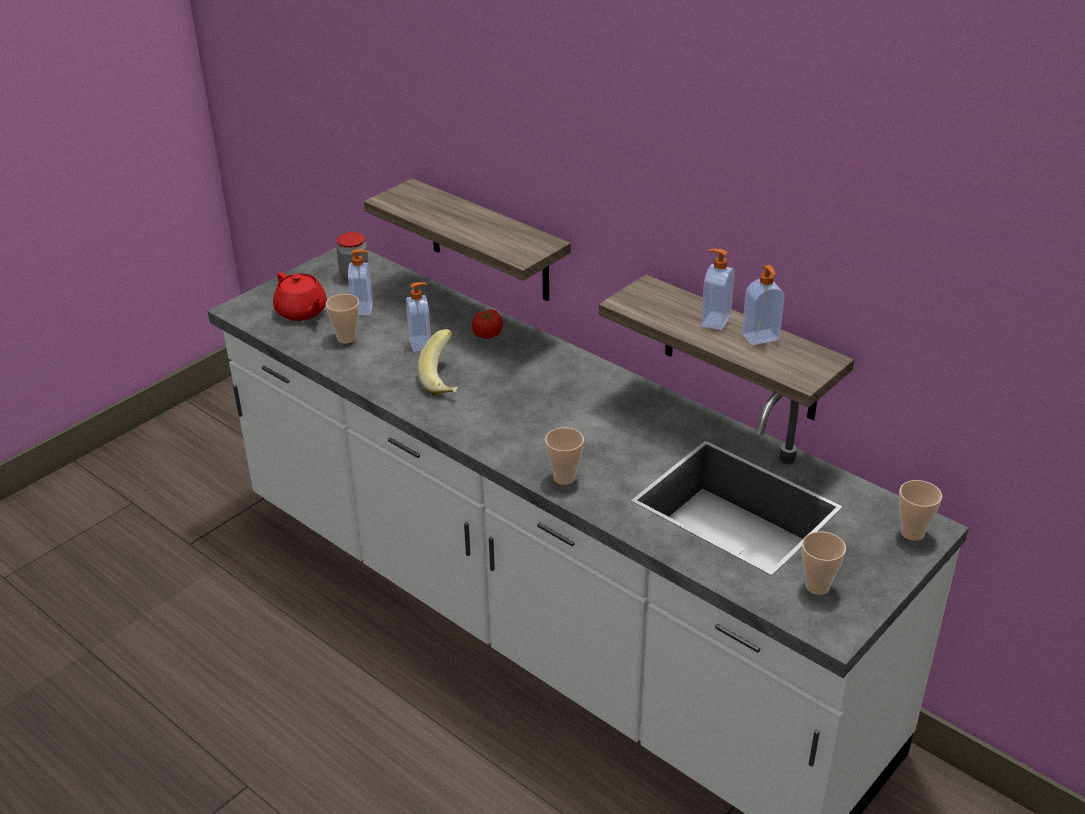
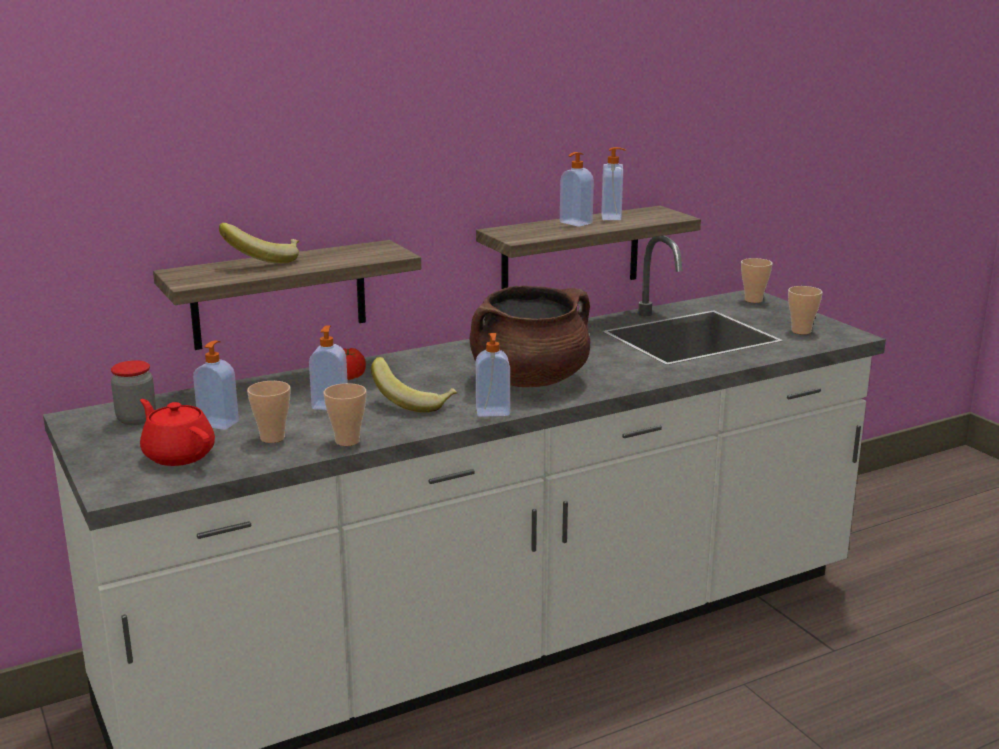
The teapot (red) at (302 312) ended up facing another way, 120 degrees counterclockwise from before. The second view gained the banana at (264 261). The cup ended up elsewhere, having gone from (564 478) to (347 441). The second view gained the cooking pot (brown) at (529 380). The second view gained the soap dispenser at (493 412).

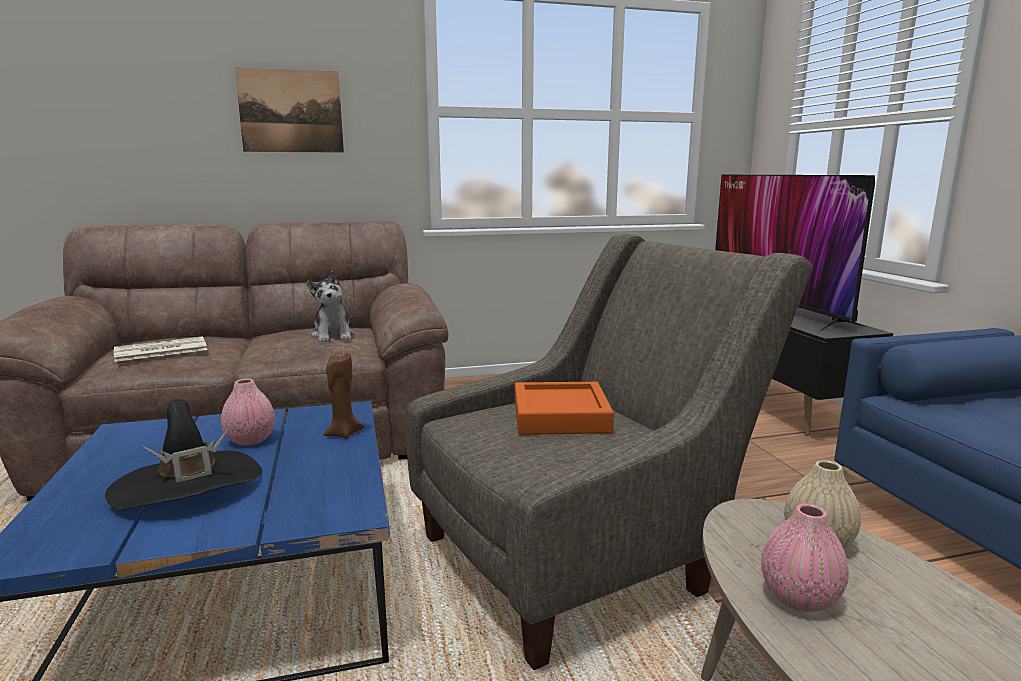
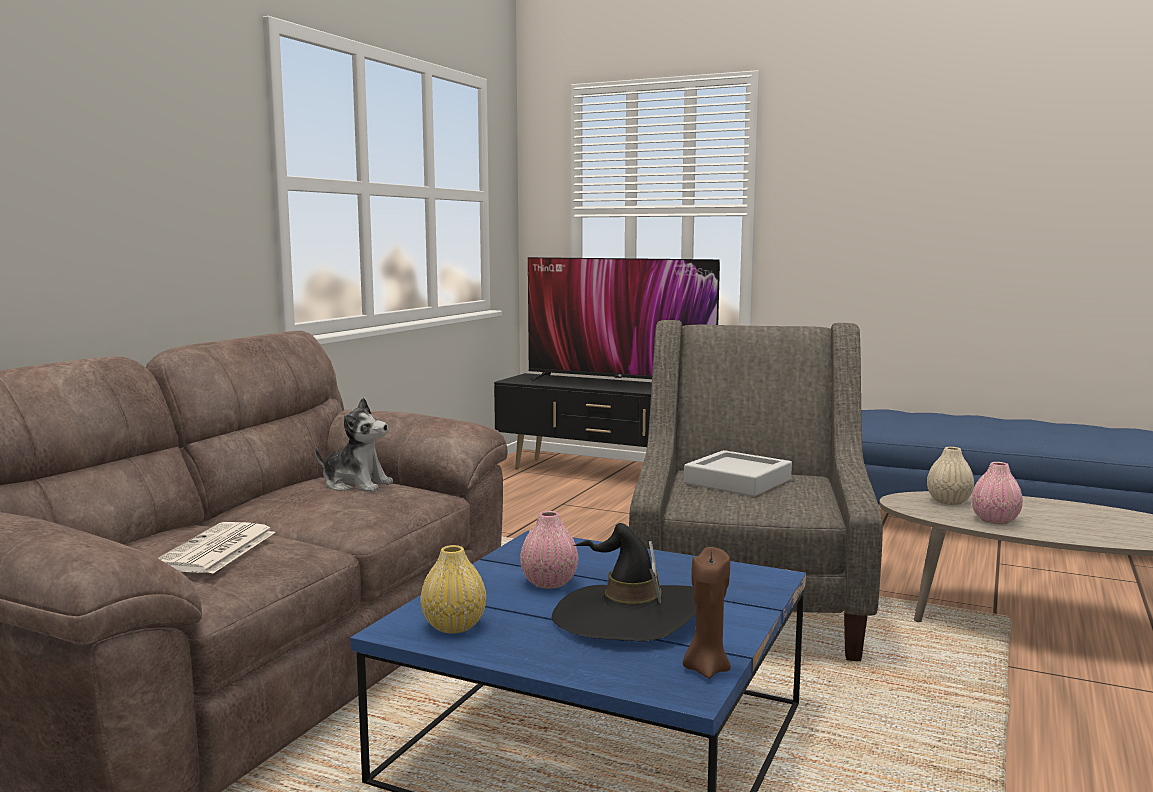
The second view gained the vase (yellow) at (454 626). The candle (brown) ended up elsewhere, having gone from (343 433) to (706 669). What was the tray (orange) at (560 416) turned into the tray (grey) at (737 481). The second view lost the picture at (291 111).

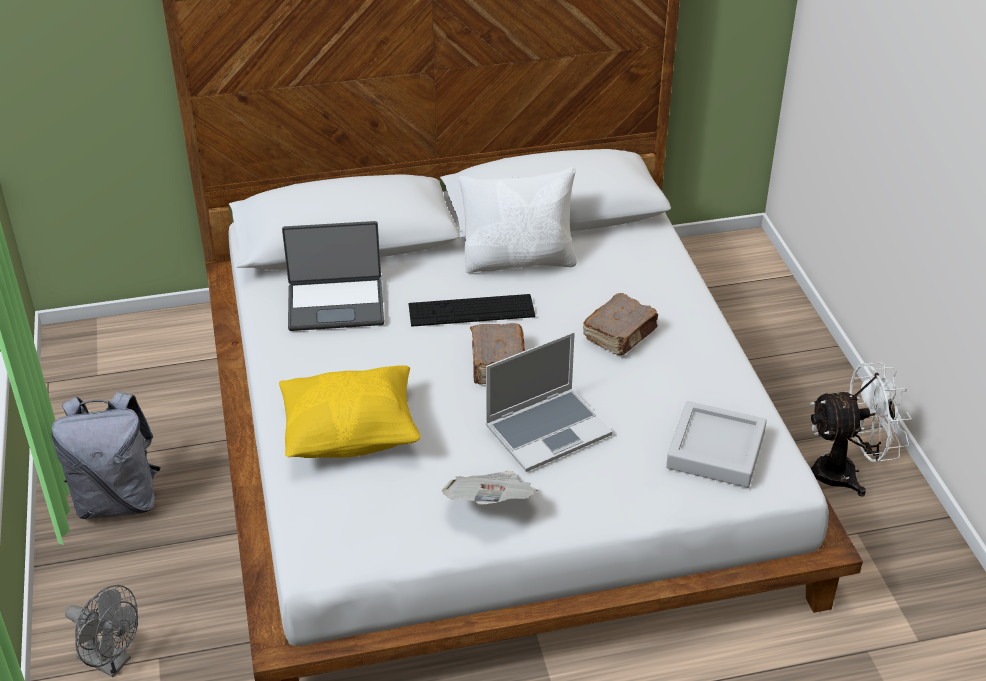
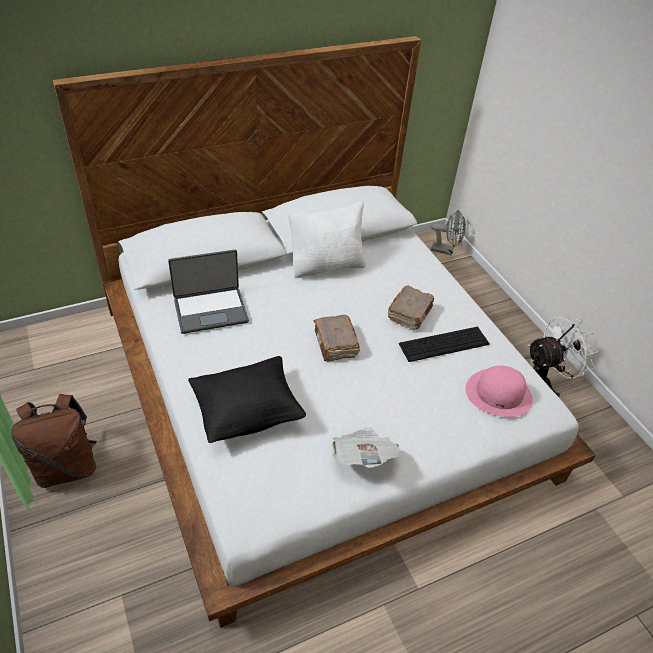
What was the backpack (grey) at (118 500) turned into the backpack (brown) at (67 466). What was the pillow (yellow) at (352 435) turned into the pillow (black) at (247 413). The keyboard ended up elsewhere, having gone from (471 310) to (444 344). The fan (grey) ended up elsewhere, having gone from (111 661) to (445 250). Where the tray (grey) stood at (715 450), the hat (pink) came to stand at (499 393). The second view lost the laptop at (548 430).

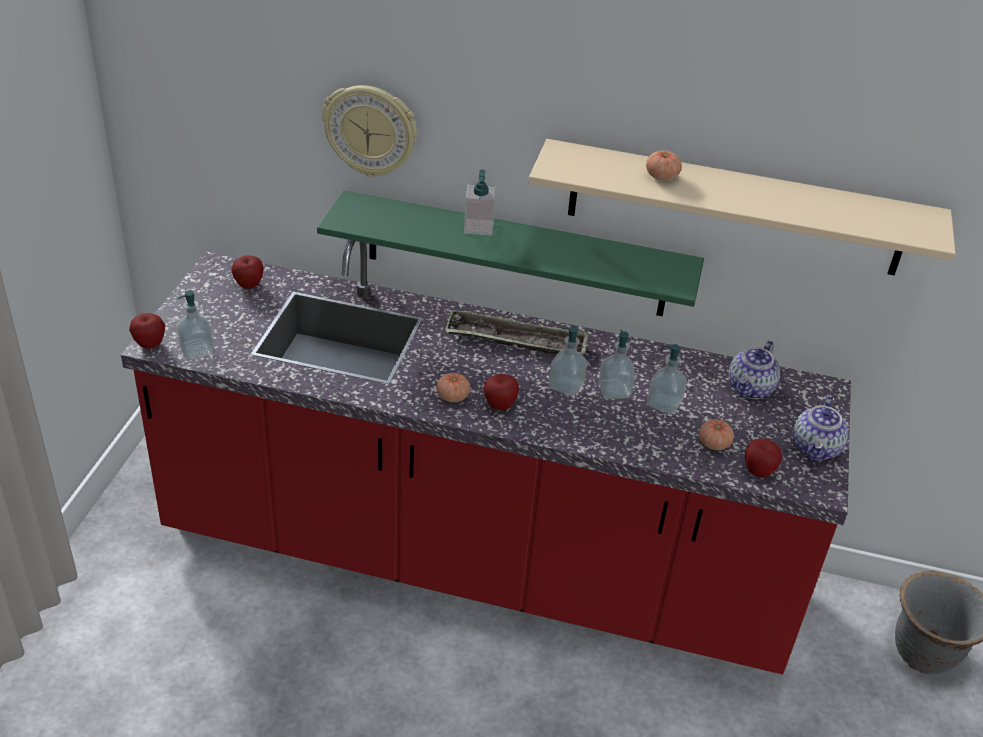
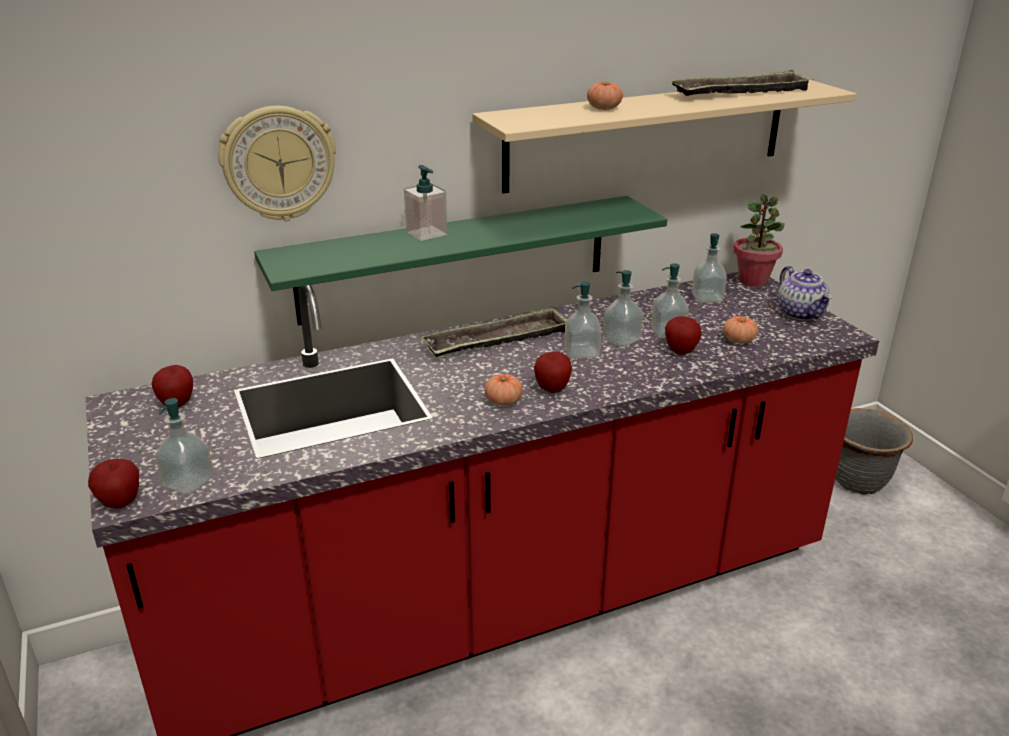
The apple ended up elsewhere, having gone from (758 472) to (680 351). The second view gained the tray at (740 93). Where the teapot stood at (751 388), the soap dispenser came to stand at (707 298). The second view gained the potted plant at (753 280).

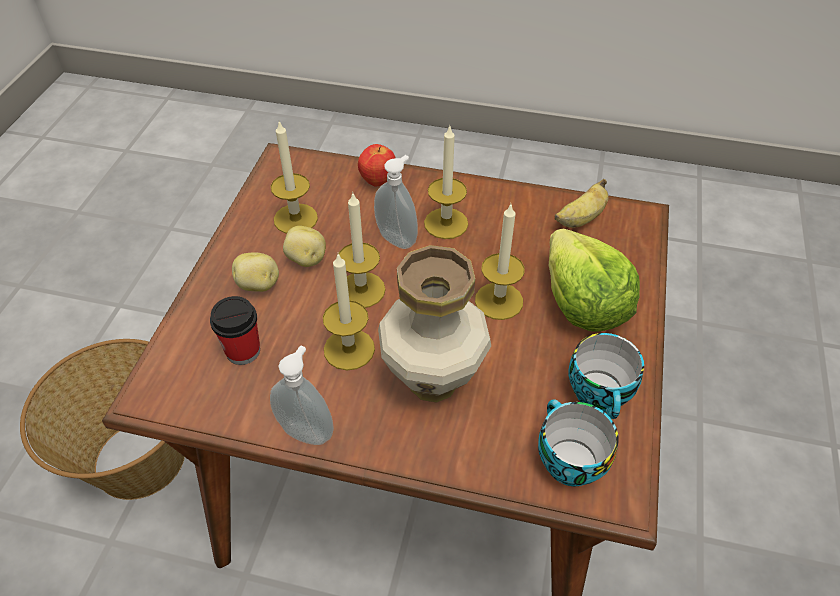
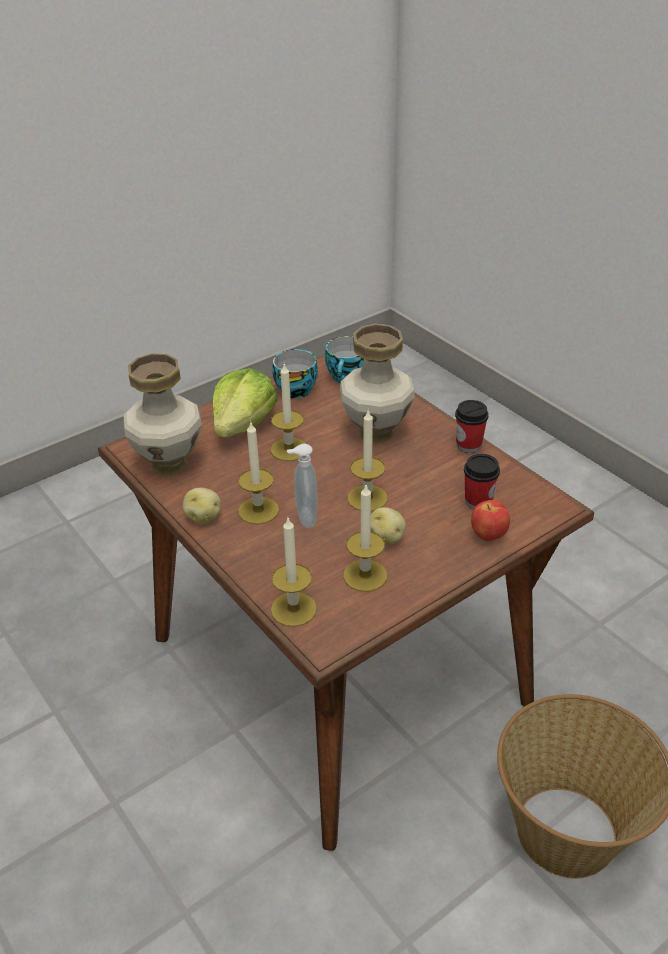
Where the banana stood at (580 219), the vase came to stand at (168 465). The potato ended up elsewhere, having gone from (258 285) to (203 517). The candle ended up elsewhere, having gone from (349 349) to (293 609). Where the soap dispenser stood at (307 431), the cup came to stand at (468 445). The apple ended up elsewhere, having gone from (377 181) to (488 536).

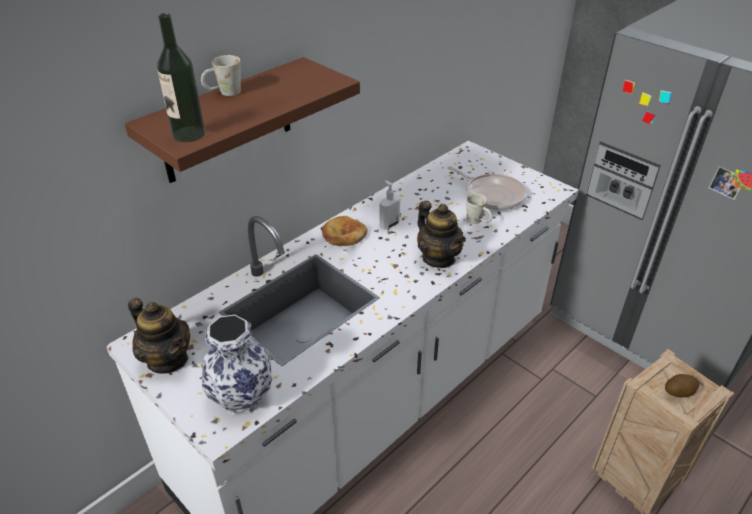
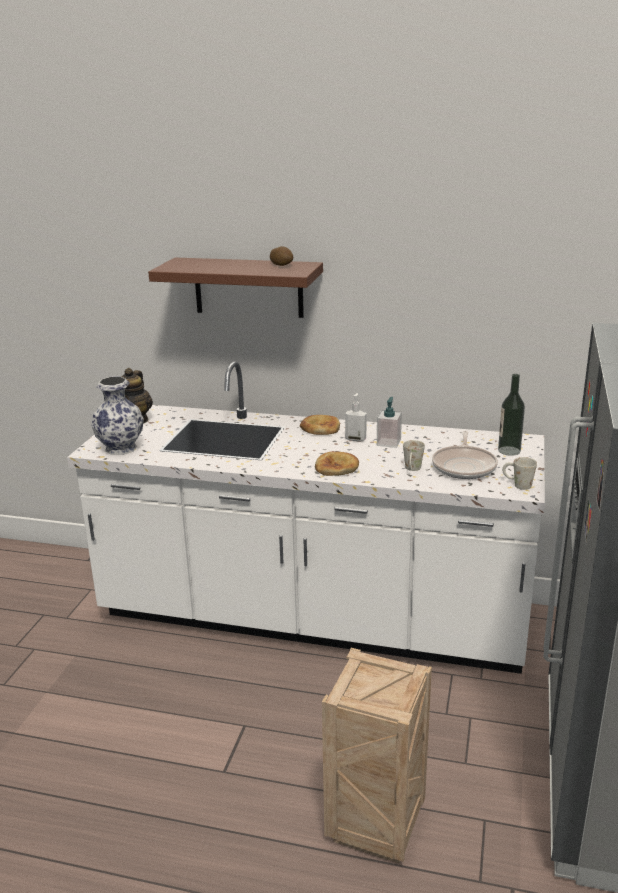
The potato ended up elsewhere, having gone from (679 391) to (282 265). Where the teapot stood at (438 258), the bread came to stand at (337 467). The second view gained the soap dispenser at (388 442). The bottle ended up elsewhere, having gone from (188 134) to (509 451). The mug (white) ended up elsewhere, having gone from (224 93) to (517 484).

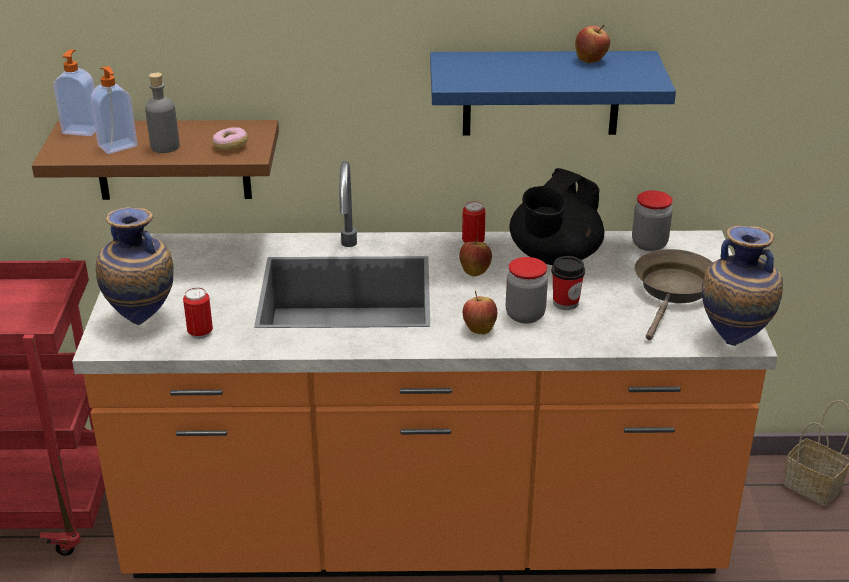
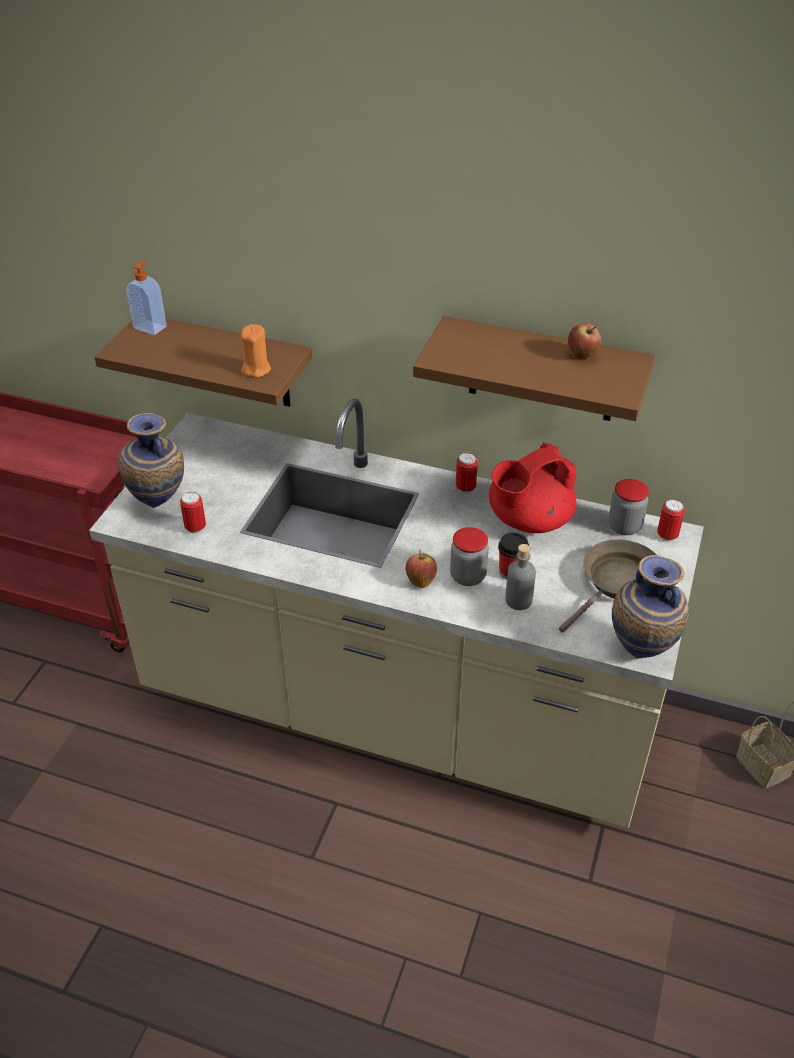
What was the counter (orange) at (424 532) turned into the counter (beige) at (397 710). Where the donut stood at (230 146), the candle (orange) came to stand at (256 369). What was the shelf (blue) at (541 93) turned into the shelf (brown) at (542 370). What was the teapot (black) at (553 257) turned into the teapot (red) at (528 520). The bottle (grey) ended up elsewhere, having gone from (165 147) to (518 600). The second view gained the can at (667 535). The second view lost the soap dispenser at (118 147). The second view lost the apple at (475 271).

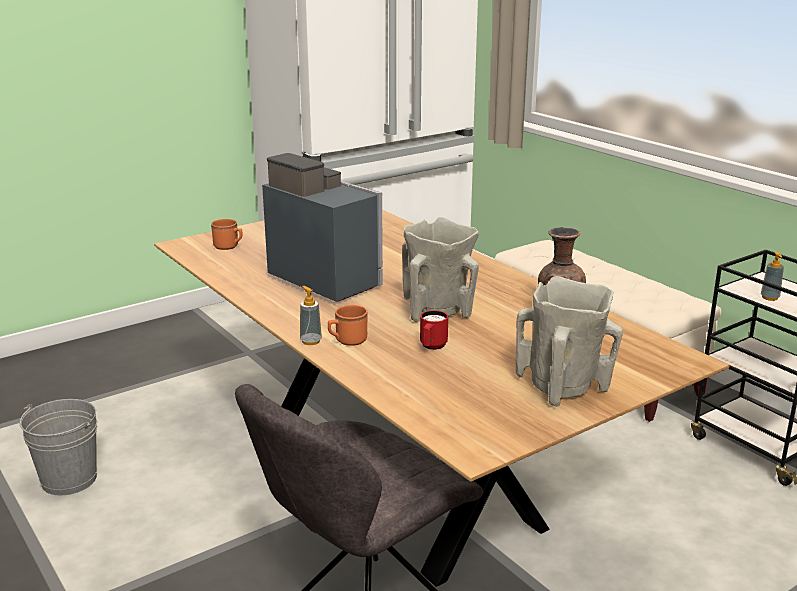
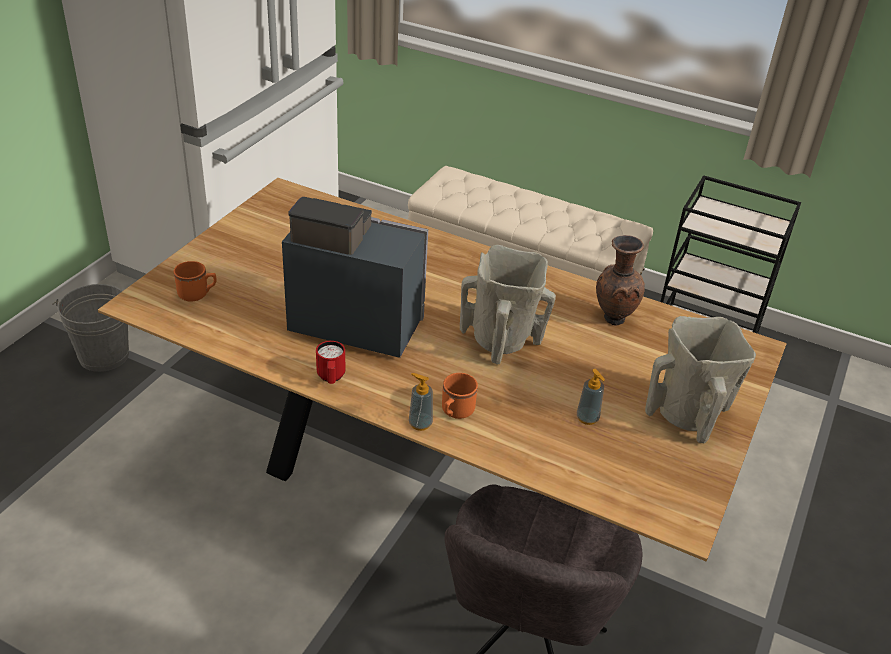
The bucket (grey) ended up elsewhere, having gone from (69 479) to (103 356). The mug (red) ended up elsewhere, having gone from (432 347) to (331 378). The soap dispenser ended up elsewhere, having gone from (769 297) to (587 418).

